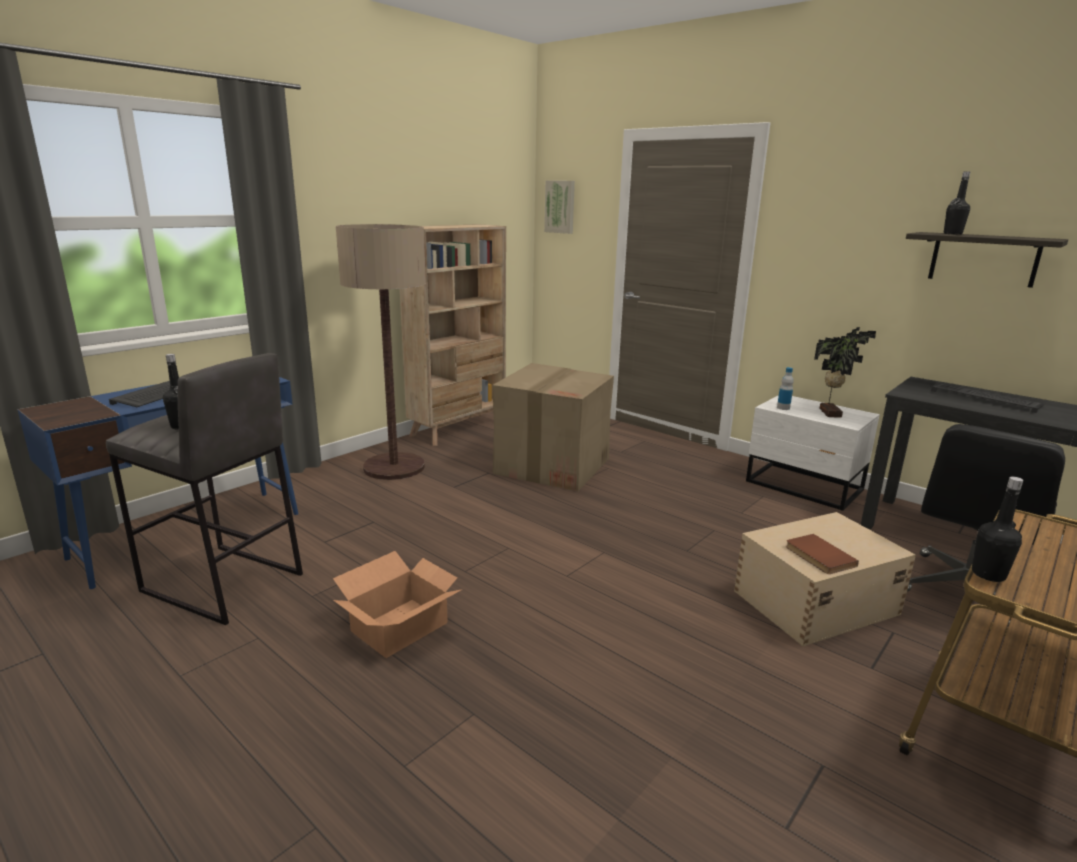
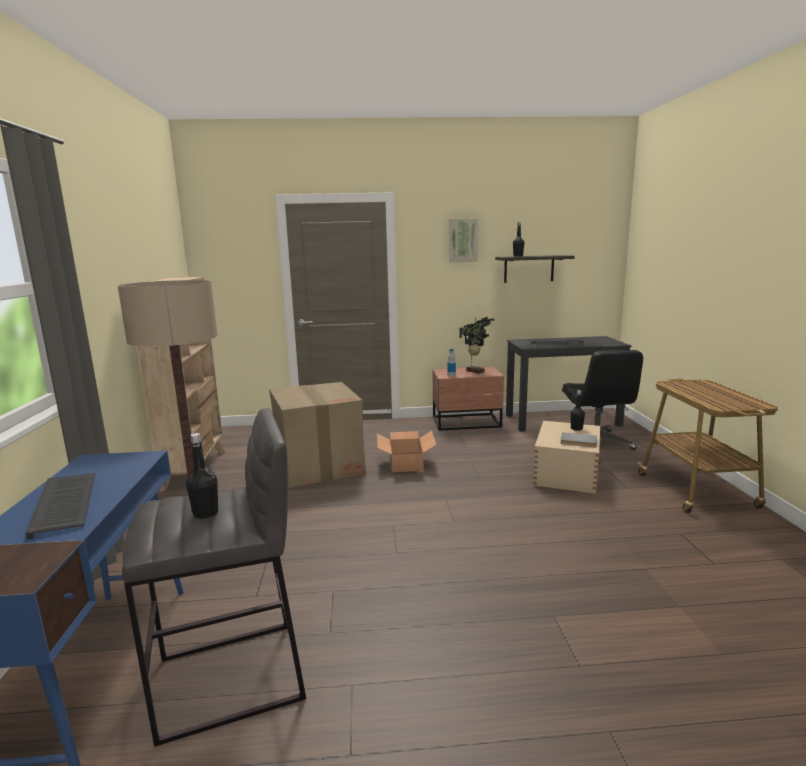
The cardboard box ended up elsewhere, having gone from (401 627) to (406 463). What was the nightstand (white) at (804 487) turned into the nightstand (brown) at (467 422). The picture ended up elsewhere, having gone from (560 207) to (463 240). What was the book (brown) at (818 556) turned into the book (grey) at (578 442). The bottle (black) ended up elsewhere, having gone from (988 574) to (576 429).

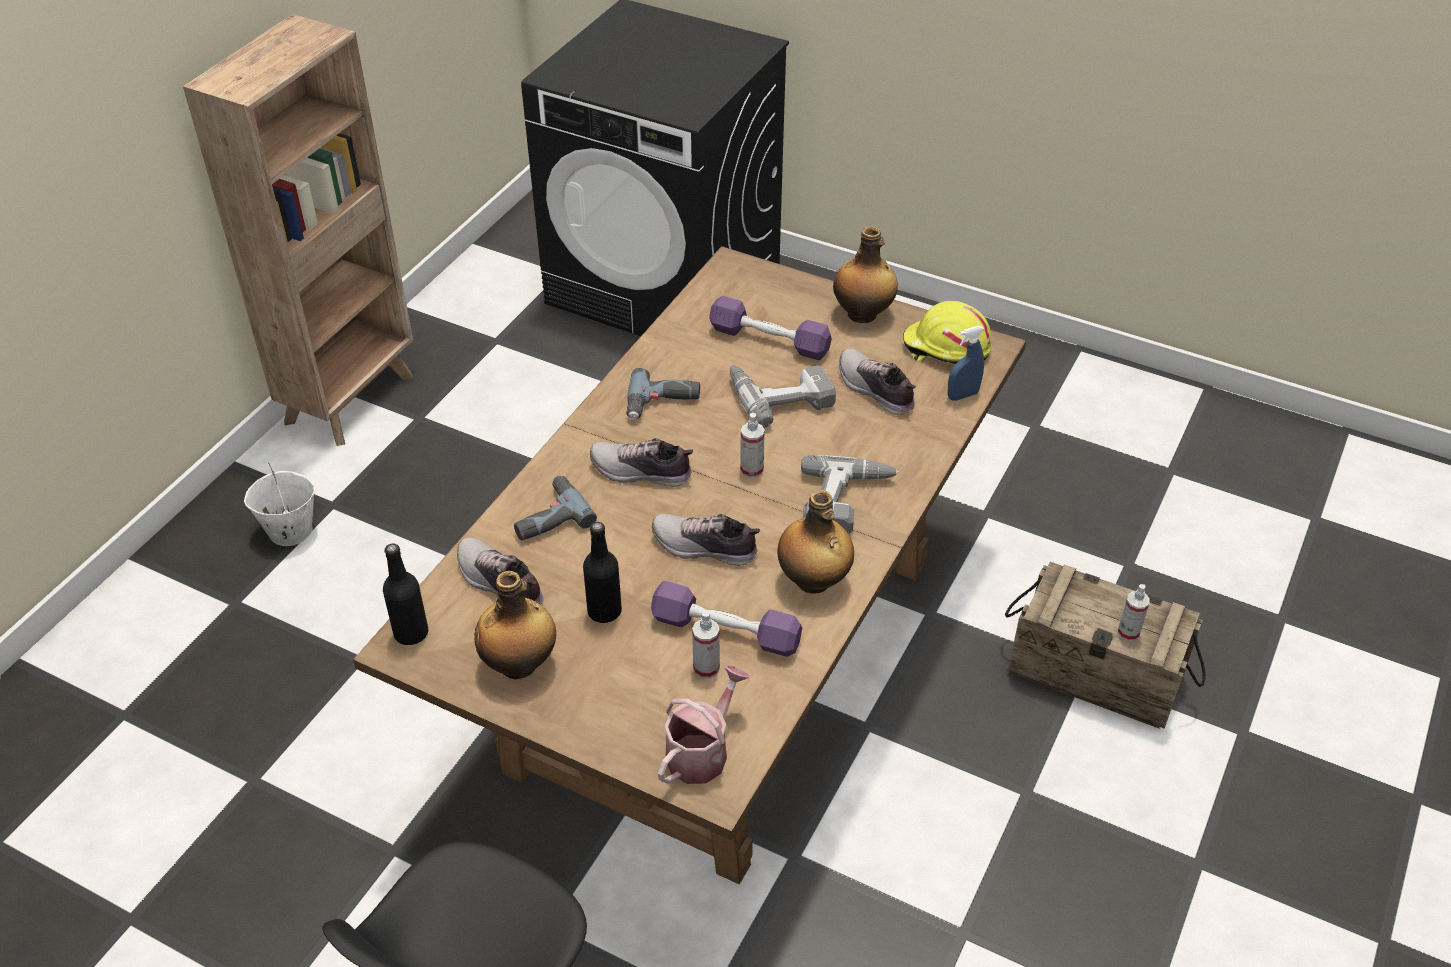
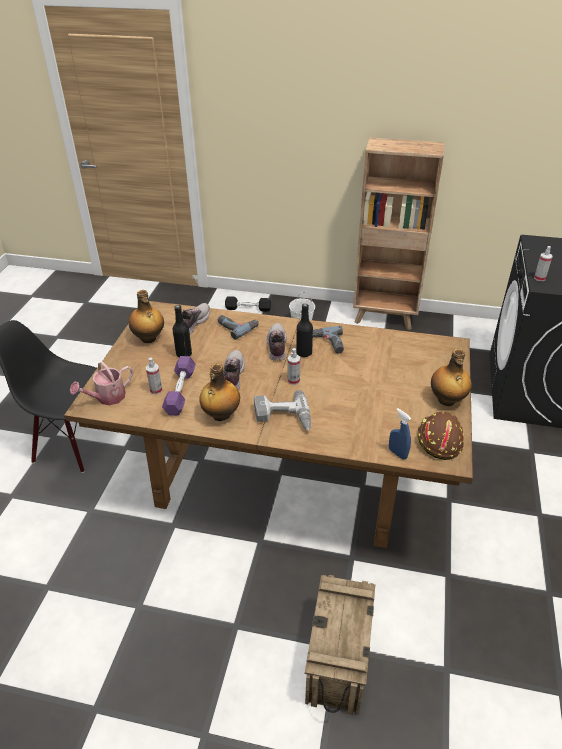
The watering can at (702 751) ended up facing another way, 120 degrees clockwise from before. The second view gained the dumbbell (black) at (248 308). The bottle (black) ended up elsewhere, having gone from (411 633) to (304 353). What was the hard hat (yellow) at (945 348) turned into the hard hat (brown) at (438 440). The spray bottle ended up elsewhere, having gone from (1128 632) to (539 278). The second view lost the dumbbell (purple) at (769 340). The second view lost the power drill at (779 395). The second view lost the shoe at (875 391).

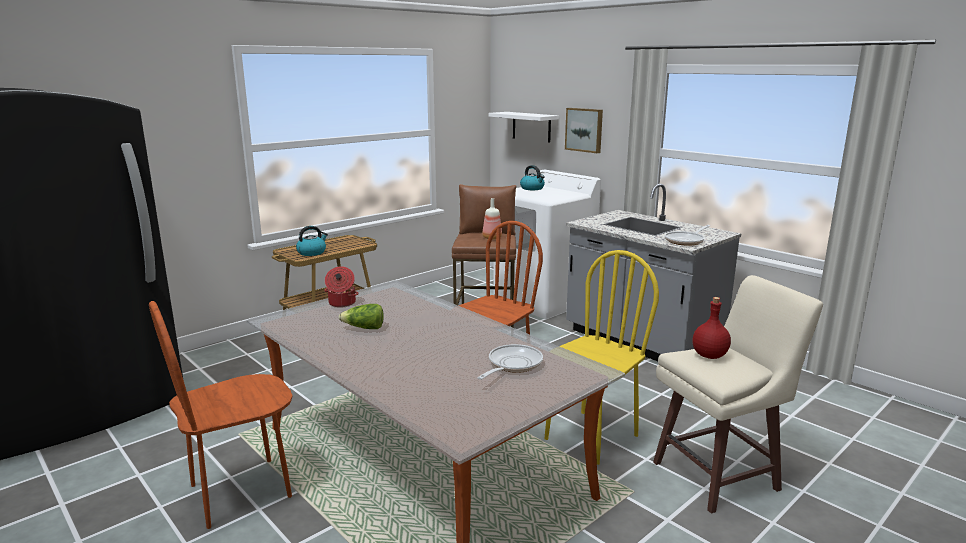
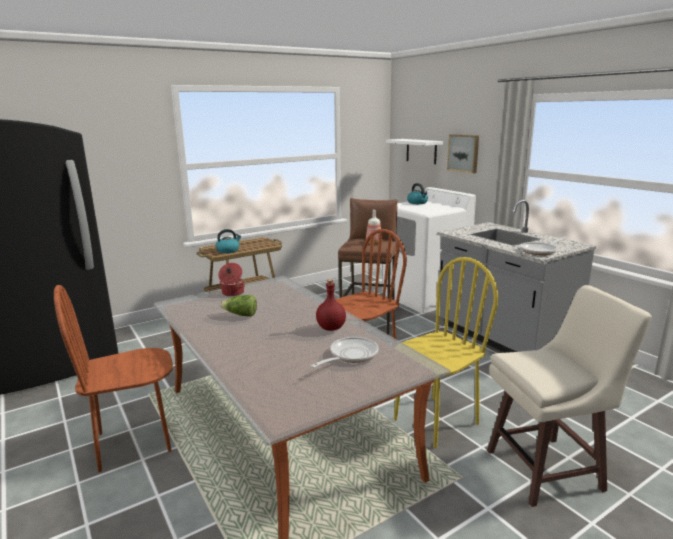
The bottle (red) ended up elsewhere, having gone from (709 356) to (330 328).

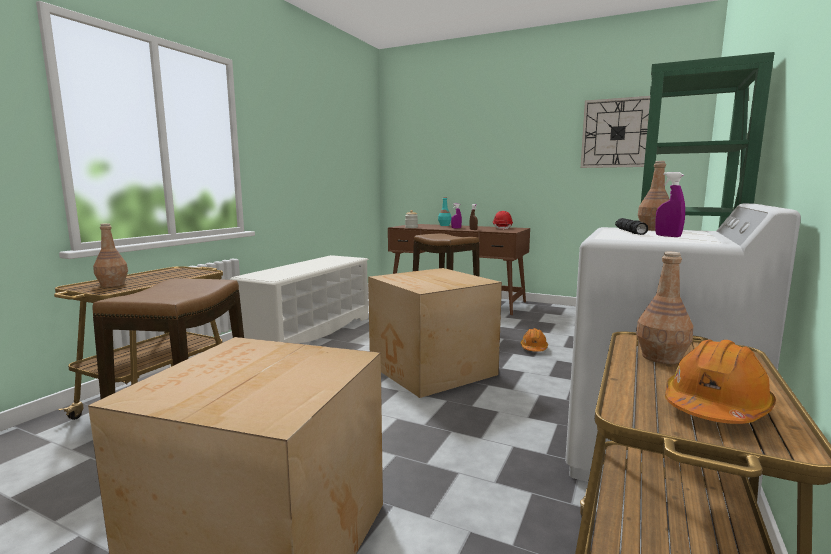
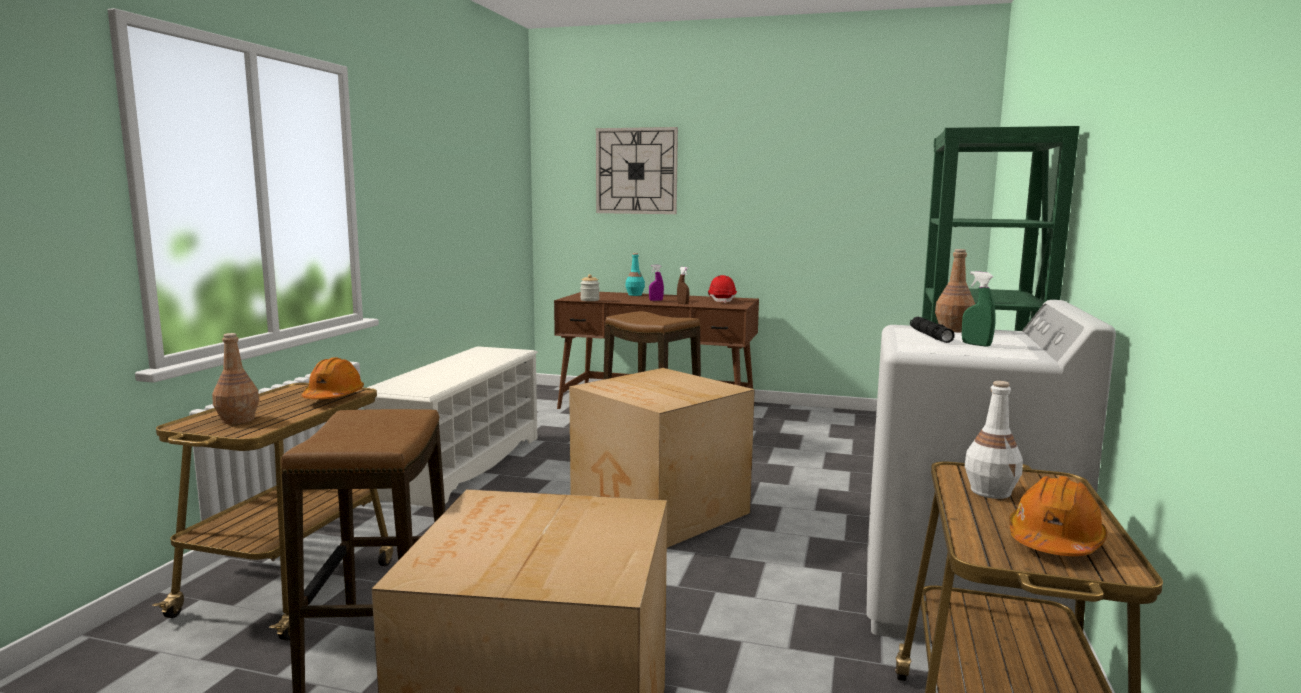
The hard hat (orange) ended up elsewhere, having gone from (534 348) to (333 397). The wall clock ended up elsewhere, having gone from (617 133) to (636 171). What was the spray bottle (purple) at (668 236) turned into the spray bottle (green) at (976 344). What was the bottle (brown) at (661 357) turned into the bottle (white) at (991 491).

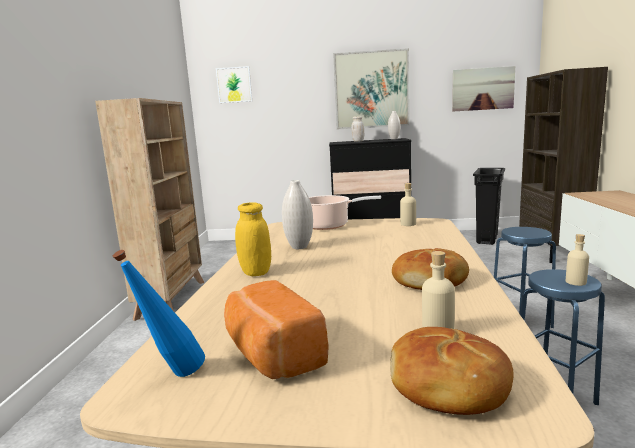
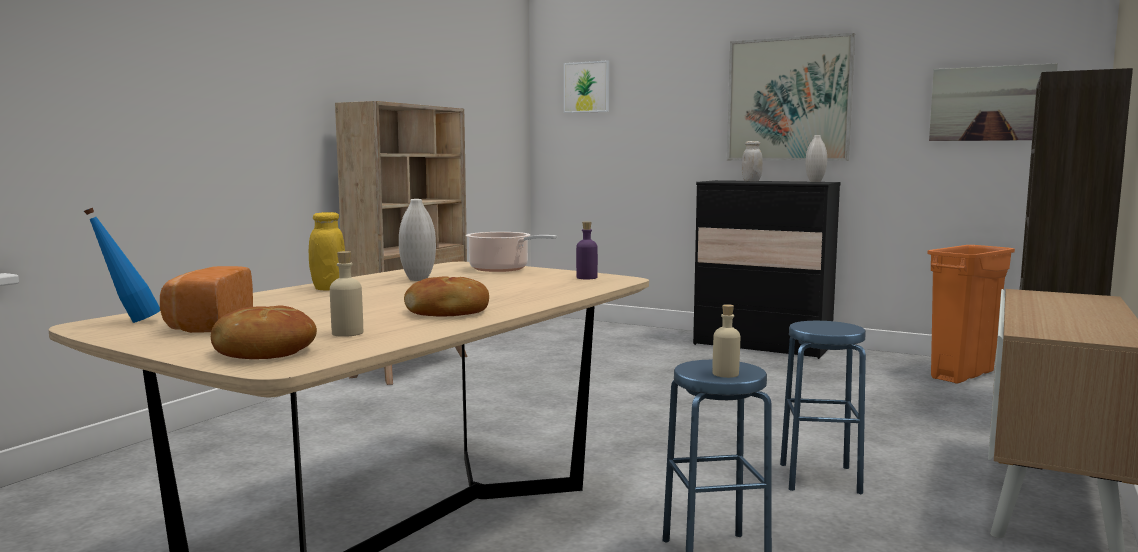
What was the bottle (beige) at (408 224) turned into the bottle (purple) at (586 277). What was the trash can (black) at (487 239) turned into the trash can (orange) at (962 375).

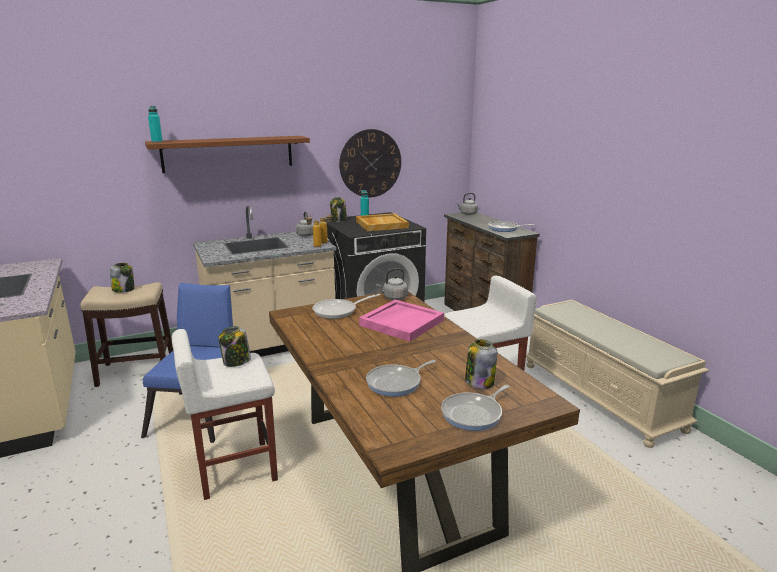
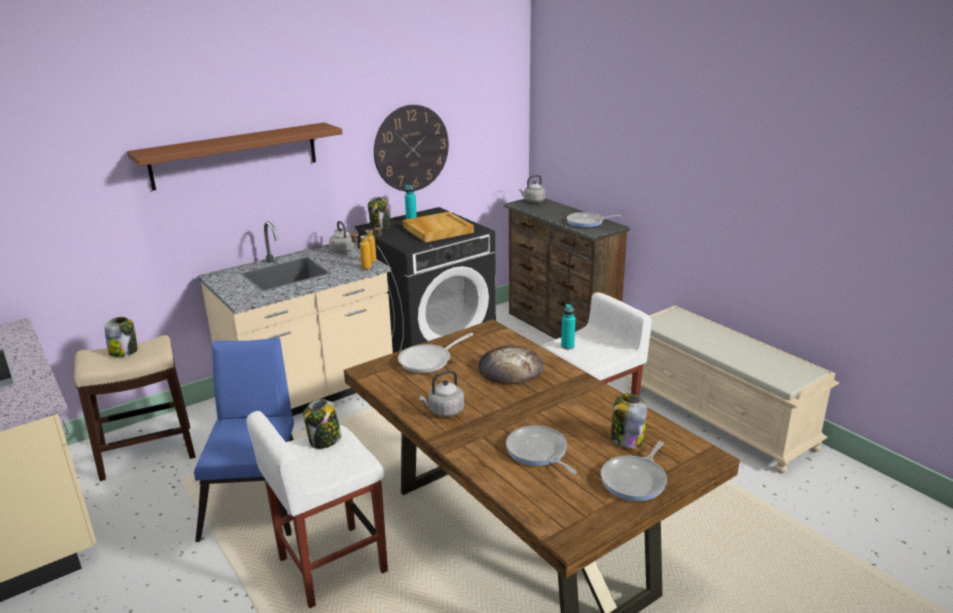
The kettle (grey) ended up elsewhere, having gone from (393 298) to (444 411). Where the tray (pink) stood at (401 322), the bread came to stand at (510 369). The frying pan at (396 383) ended up facing another way, 105 degrees clockwise from before. The bottle (turquoise) ended up elsewhere, having gone from (157 142) to (567 346).

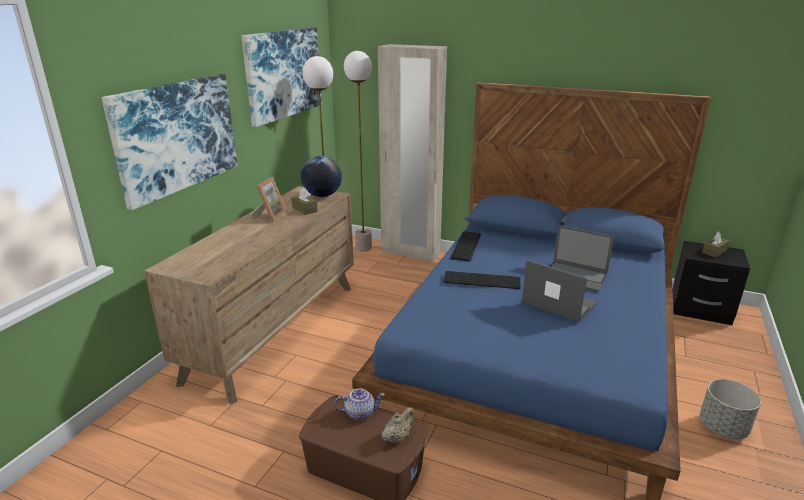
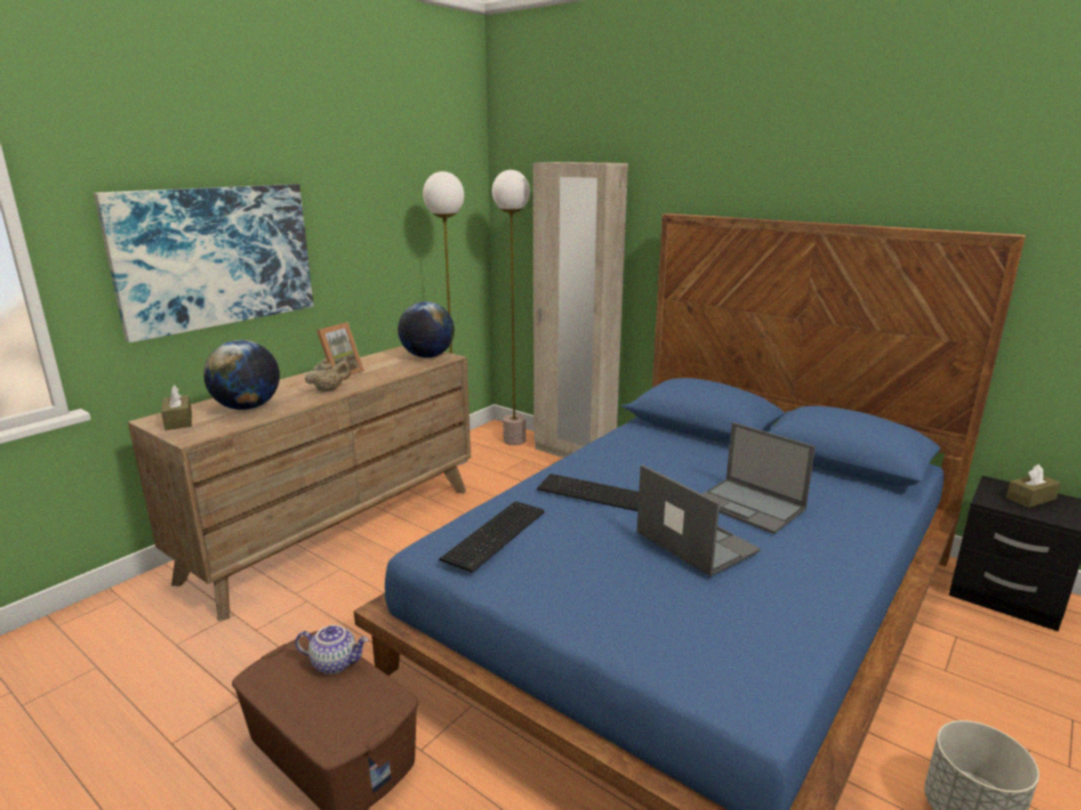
The tissue box (brown) ended up elsewhere, having gone from (304 209) to (178 421). The second view gained the globe at (247 407). The teapot (beige) ended up elsewhere, having gone from (398 437) to (329 390). The keyboard ended up elsewhere, having gone from (467 246) to (497 534). The second view lost the picture at (283 74).

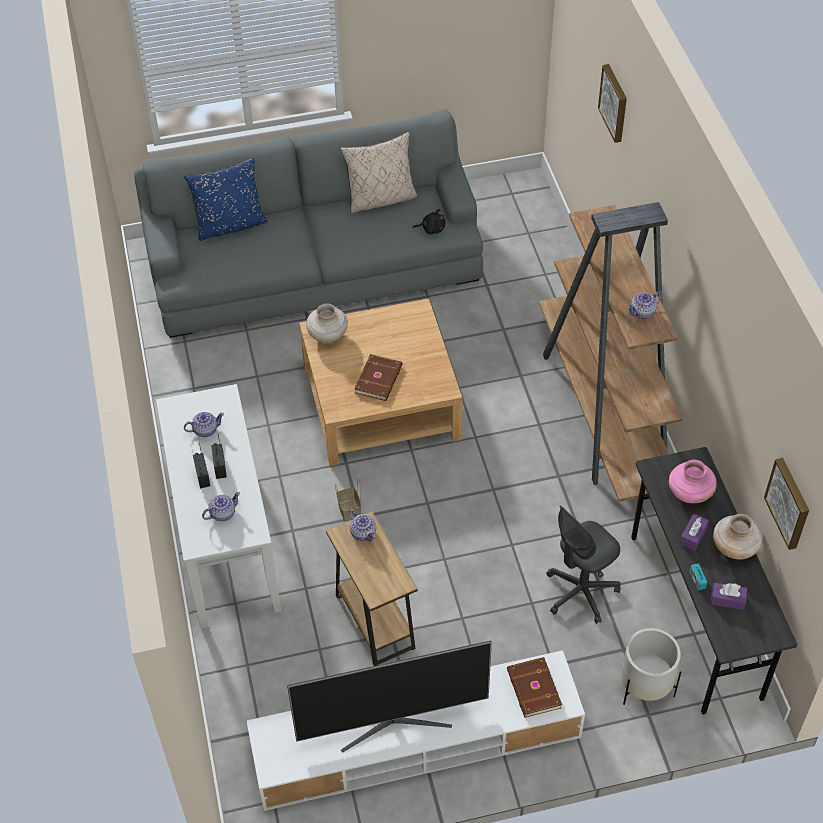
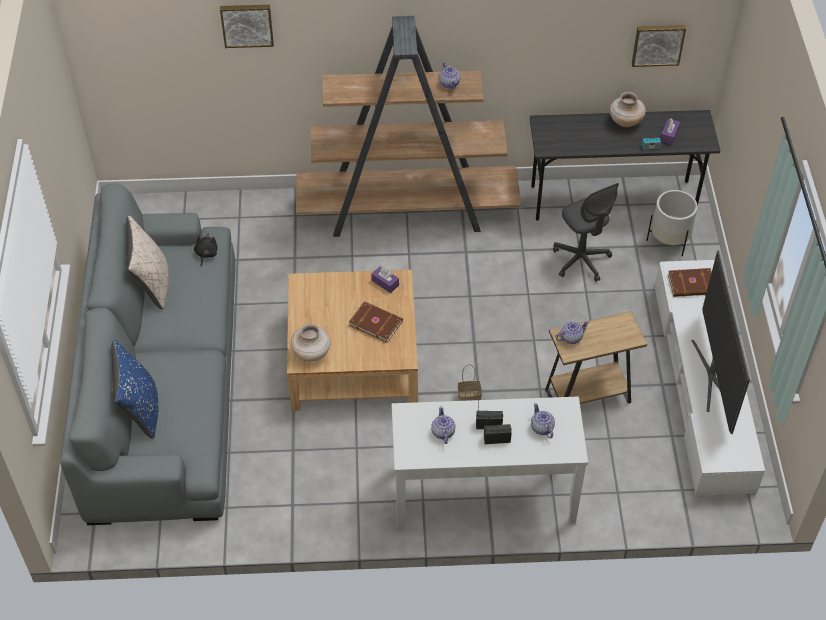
The tissue box (purple) ended up elsewhere, having gone from (693 536) to (385 283). The second view lost the vase (pink) at (689 493).

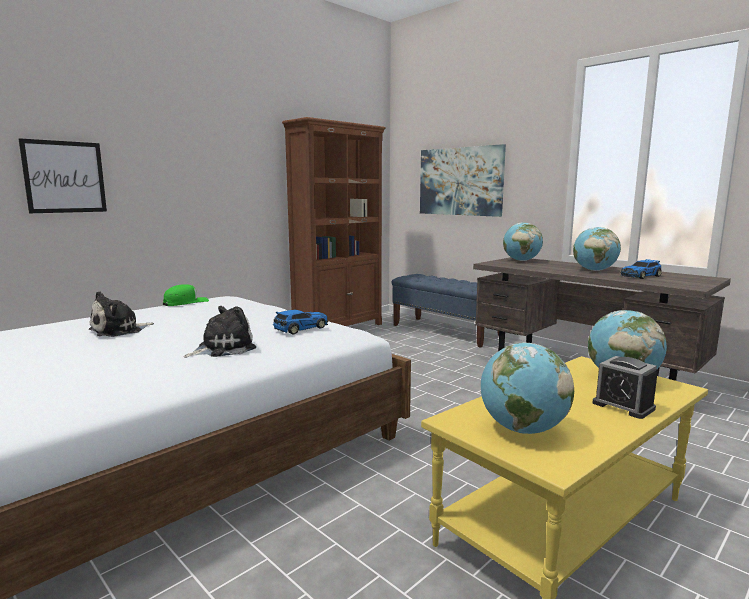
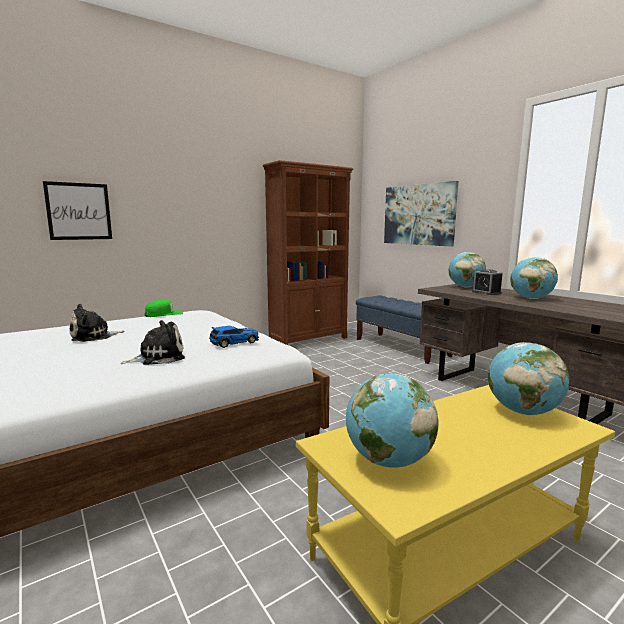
The alarm clock ended up elsewhere, having gone from (623 406) to (486 293). The second view lost the toy car at (641 276).

